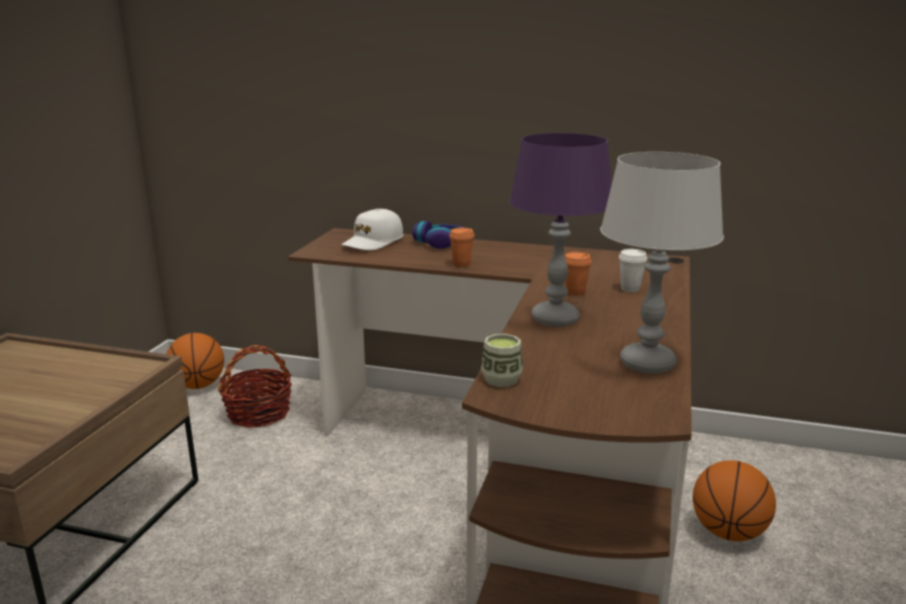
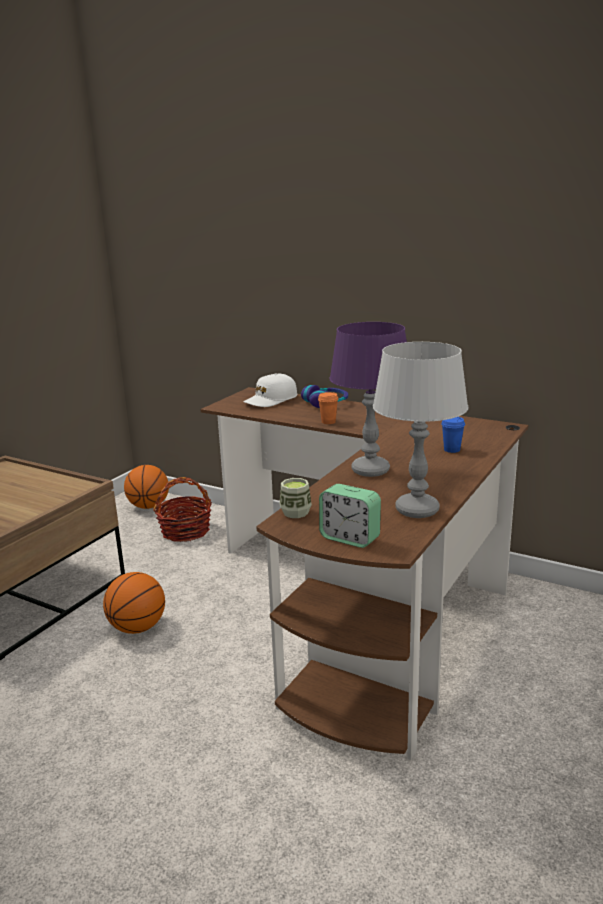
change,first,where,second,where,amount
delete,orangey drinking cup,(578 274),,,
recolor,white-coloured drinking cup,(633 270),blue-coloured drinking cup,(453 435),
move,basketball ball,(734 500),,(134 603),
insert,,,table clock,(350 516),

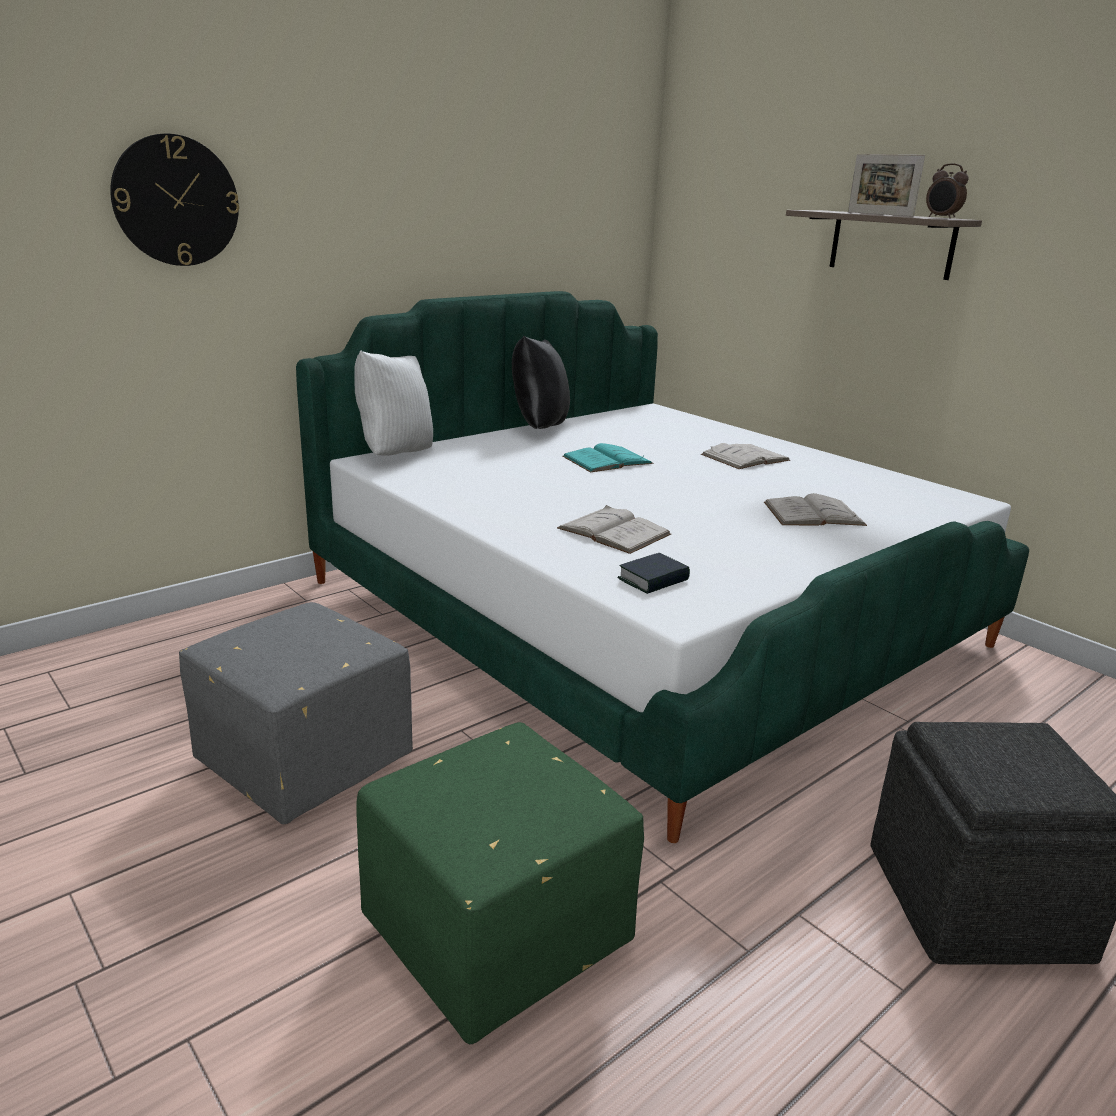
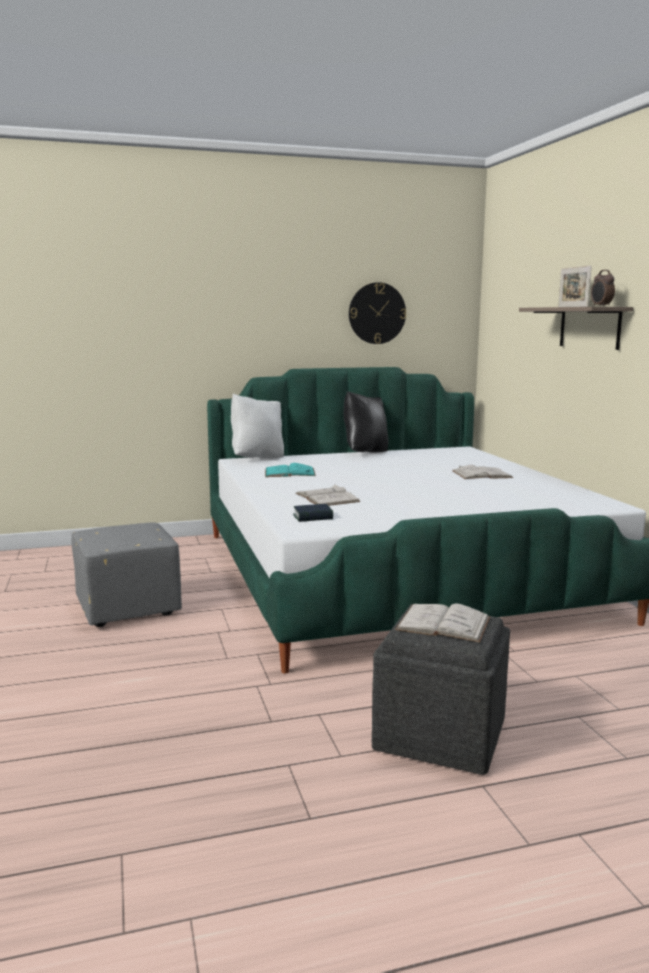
change,first,where,second,where,amount
move,hanging clock,(174 200),,(377 313),
delete,green-coloured footrest,(500 883),,,
move,blue-green bound book,(607 457),,(290 470),
move,white-coloured bound book,(815 509),,(442 623),

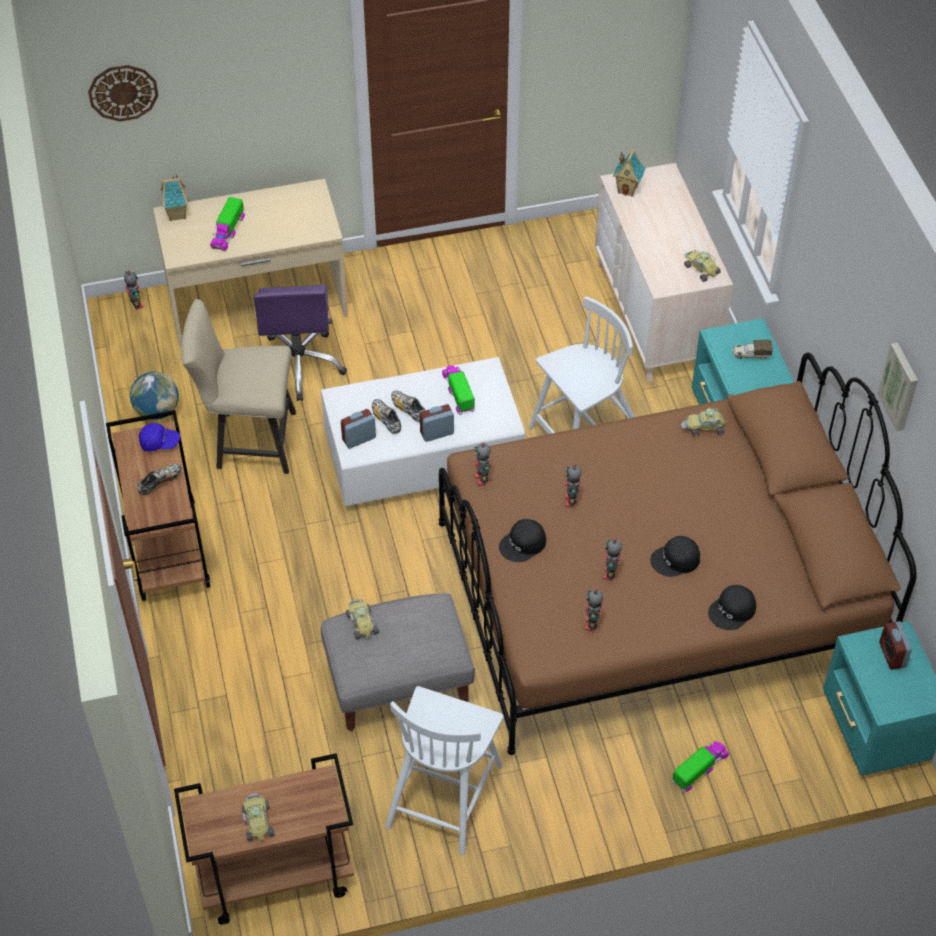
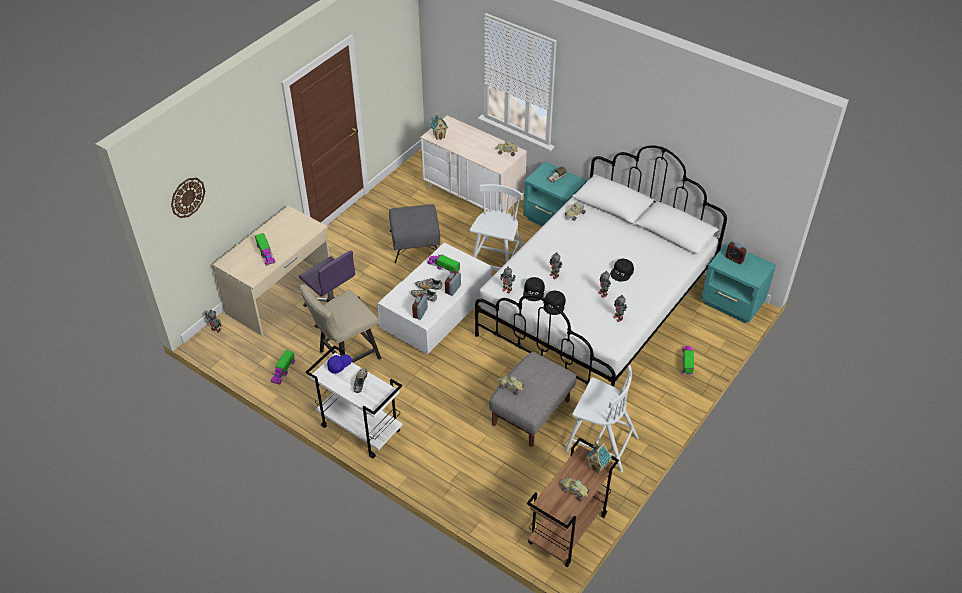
change,first,where,second,where,amount
recolor,brown-coloured wheeled cart,(158 505),white-coloured wheeled cart,(353 401),
replace,globe,(154 396),model truck,(283 367),
move,miniature house,(174 197),,(599 458),
rotate,white-coloured plain chair,(444 770),,(602 418),45 degrees counterclockwise
recolor,brown-coloured bedroom bed,(678 553),white-coloured bedroom bed,(601 266),
move,black baseball cap,(732 607),,(534 289),
delete,picture,(897 387),,,
insert,,,gray footrest,(414 233),

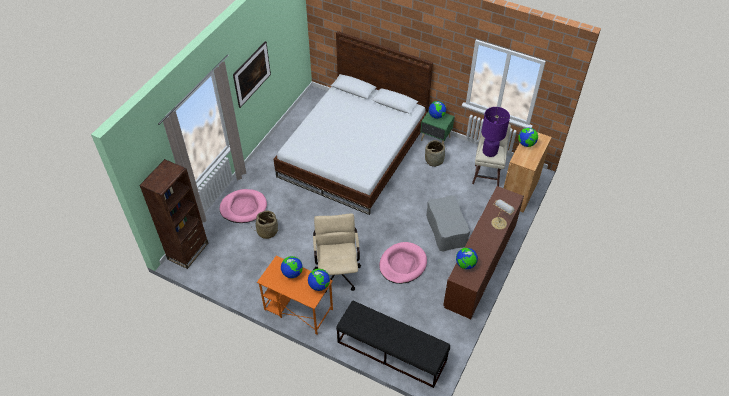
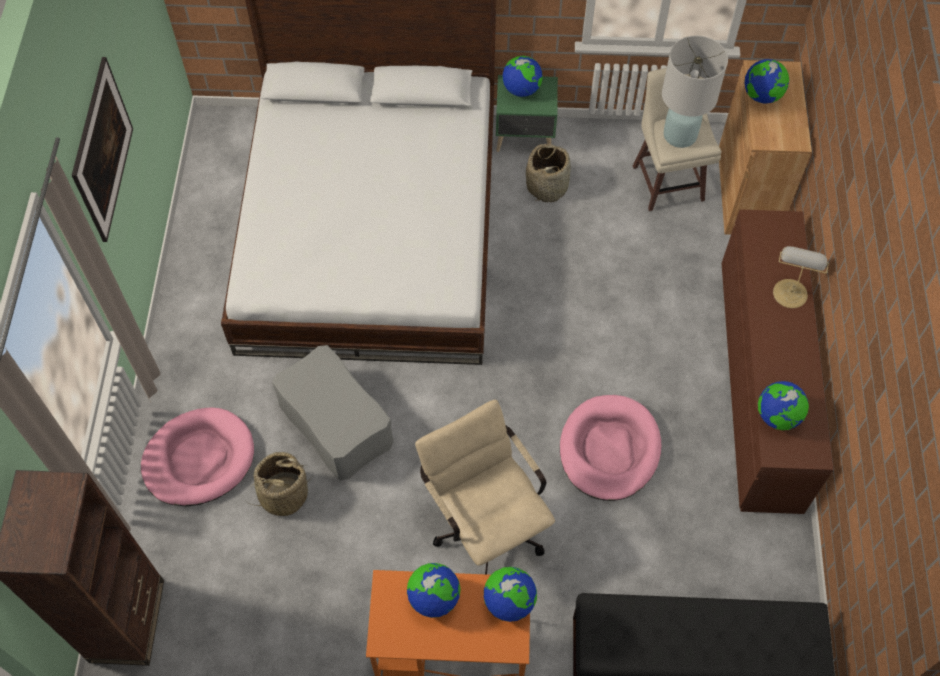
change,first,where,second,where,amount
move,gray footrest,(448 223),,(332 412),
recolor,purple-coloured lamp for a table,(495 132),white-coloured lamp for a table,(695 92),

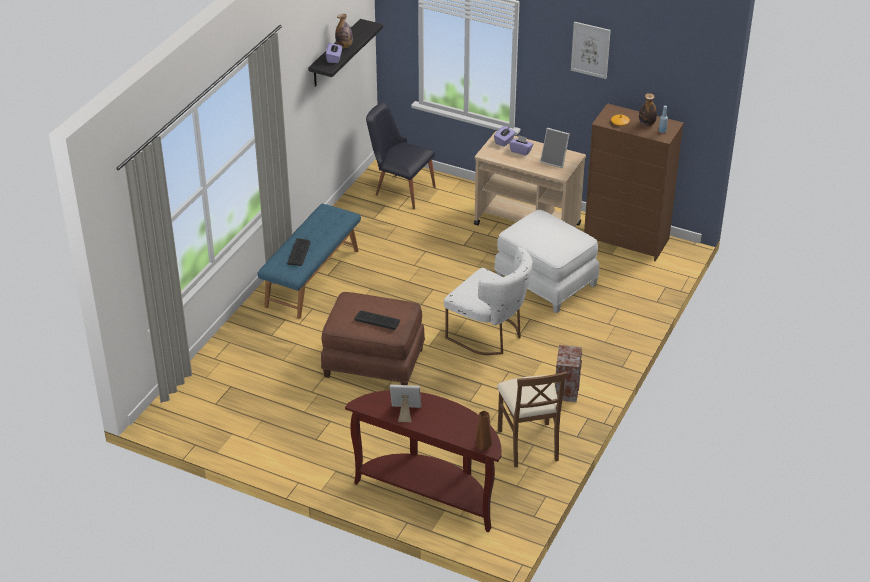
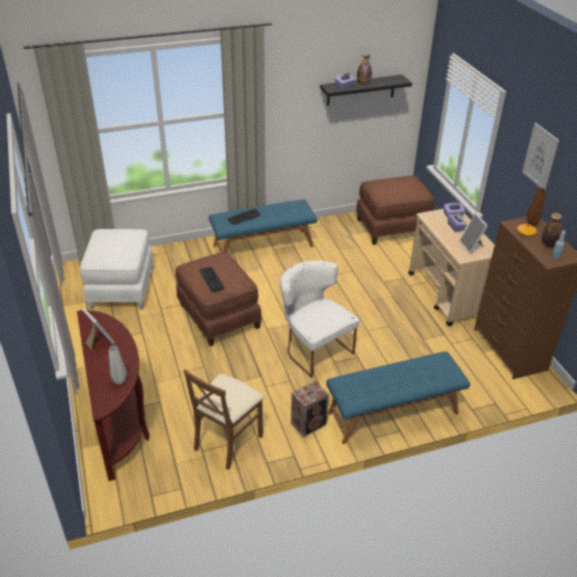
change,first,where,second,where,amount
replace,black plain chair,(401 155),brown-coloured footrest,(395 210),
rotate,white-coloured plain chair,(488 300),,(320 319),150 degrees clockwise
move,brown-coloured flower vase,(483 430),,(536 206),
move,white-coloured footrest,(546 261),,(117 269),
insert,,,gray flower vase,(118 365),
insert,,,blue-coloured long seat,(398 397),

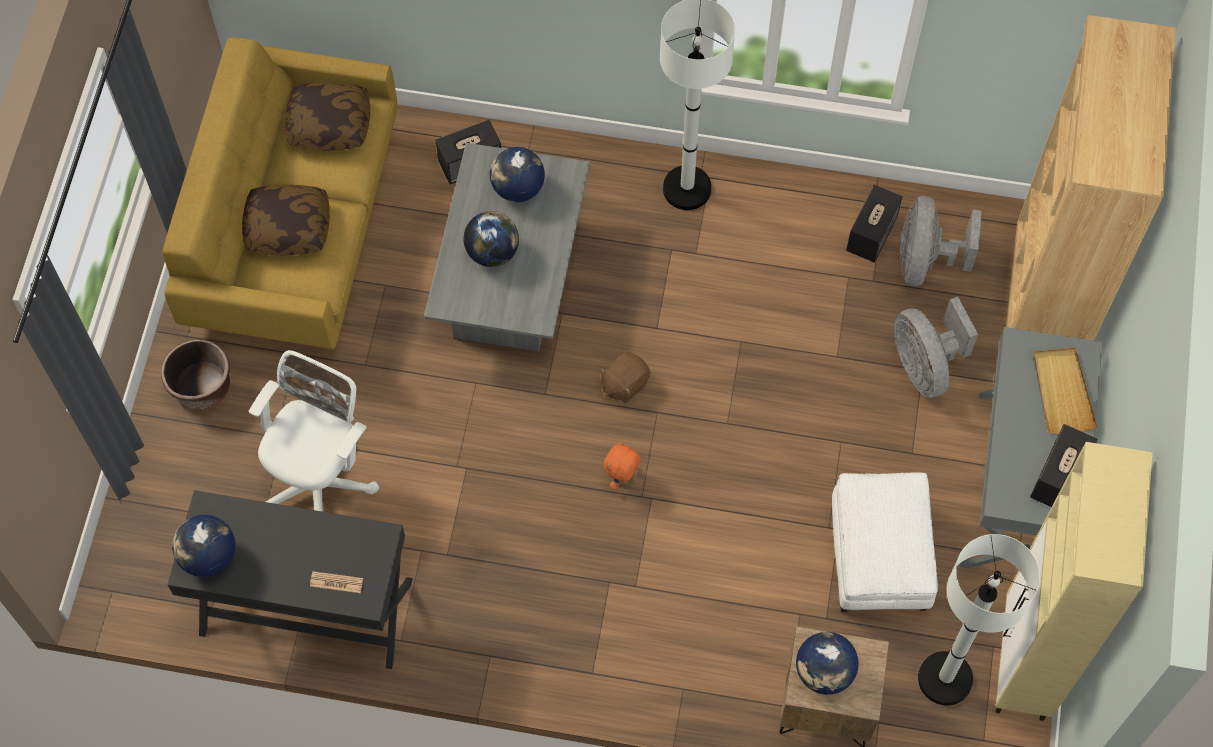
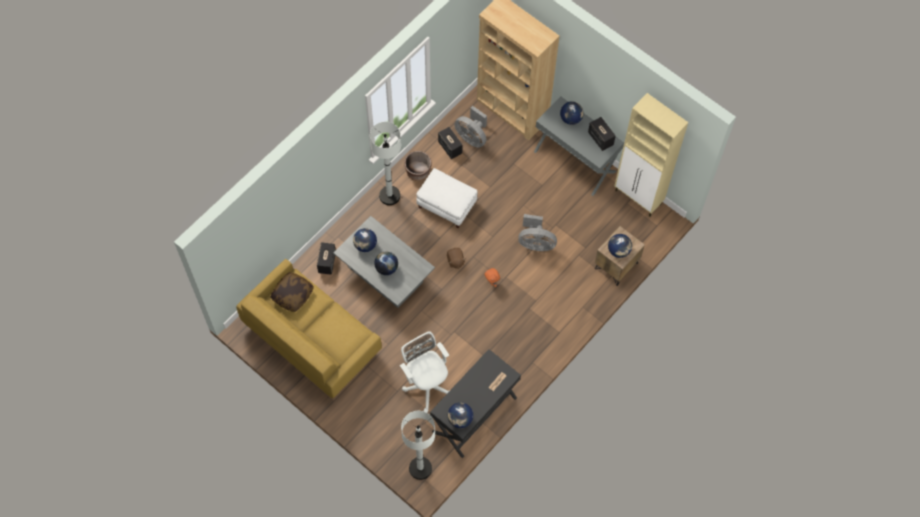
change,first,where,second,where,amount
move,brown-coloured plant pot,(195 374),,(418 166),
delete,throw pillow,(286 220),,,
move,white-coloured footrest,(885 542),,(446 198),
move,gray fan,(936 347),,(537 232),
move,white-coloured floor lamp,(979 619),,(418 445),
replace,beige carrying tray,(1065 391),globe,(572 113),

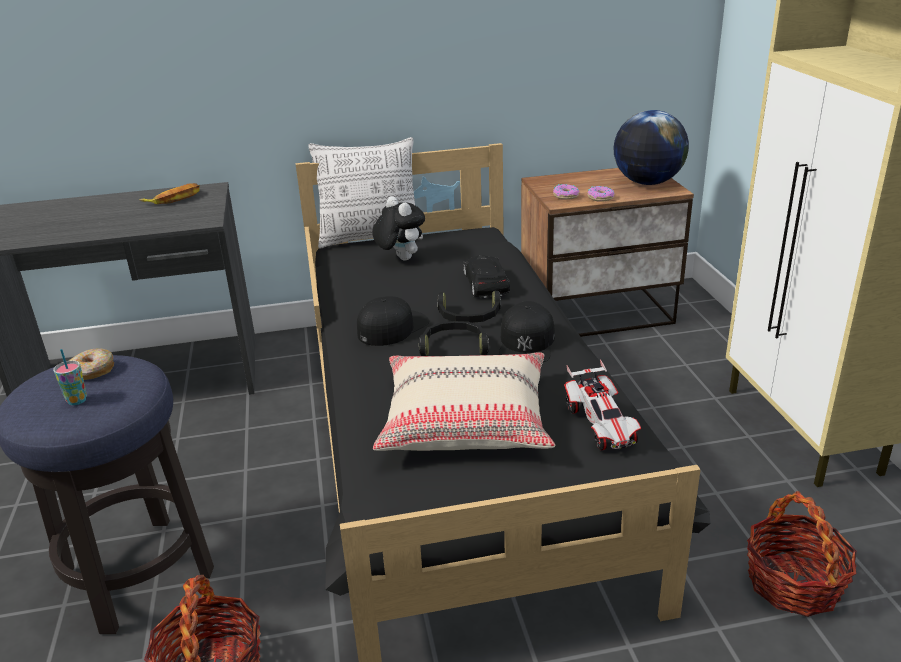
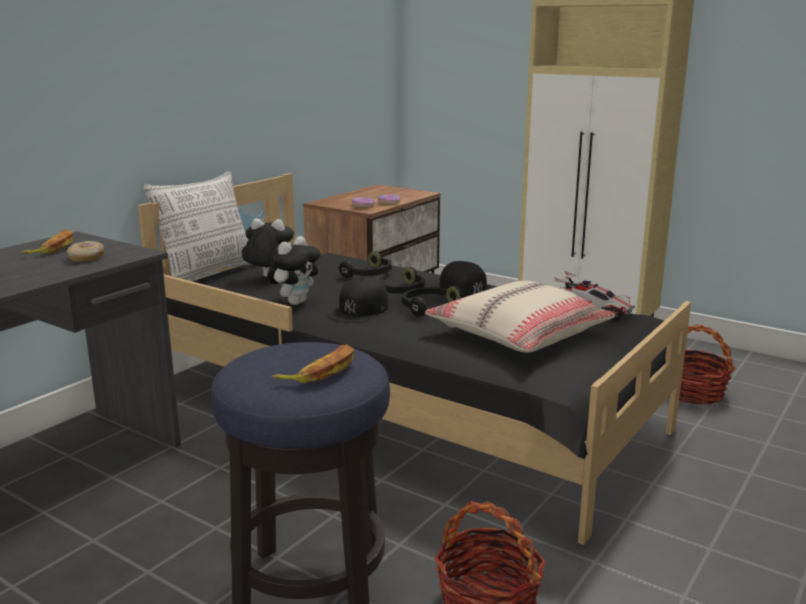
change,first,where,second,where,amount
replace,drinking cup,(70 377),whole banana,(312 363),
move,doughnut,(91 364),,(85 251),
rotate,black baseball cap,(393 321),,(357 299),150 degrees counterclockwise
replace,black toy car,(486 276),black headphones,(365 264),
delete,globe,(651 147),,,
insert,,,plush toy,(294 270),

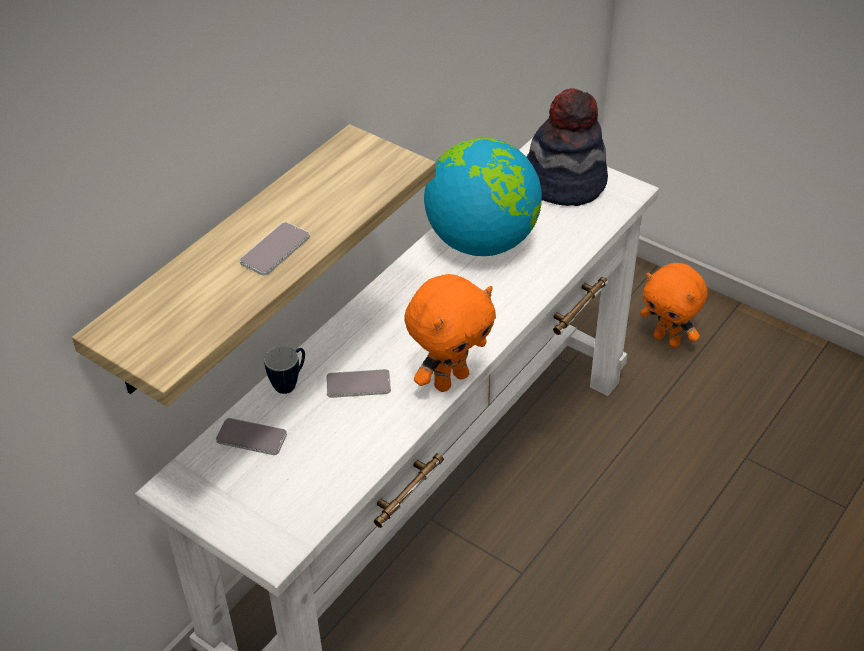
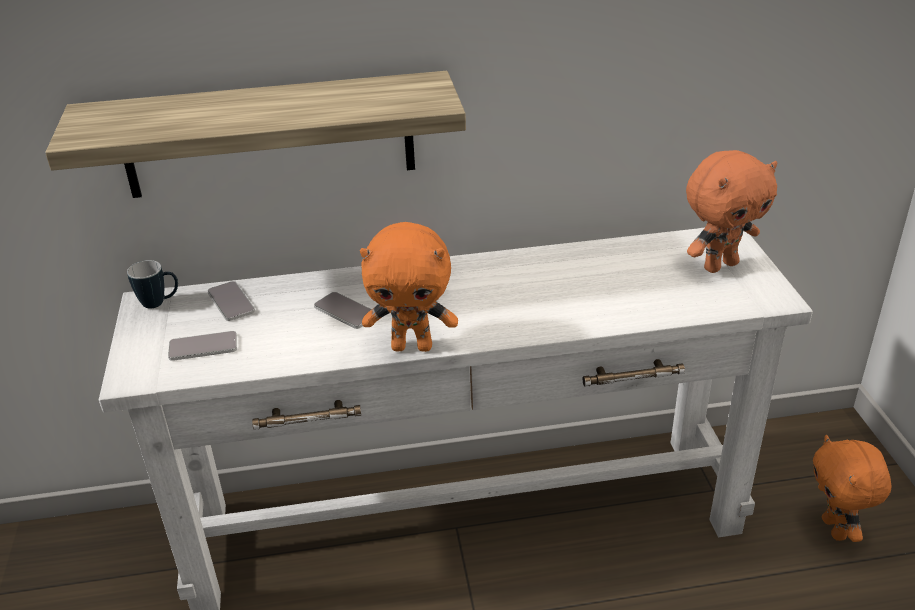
change,first,where,second,where,amount
move,telephone,(275 248),,(202 346),
move,mug,(284 370),,(152 284),
delete,globe,(483 197),,,
replace,clothing hat,(567 147),orangey plush toy,(731 211),

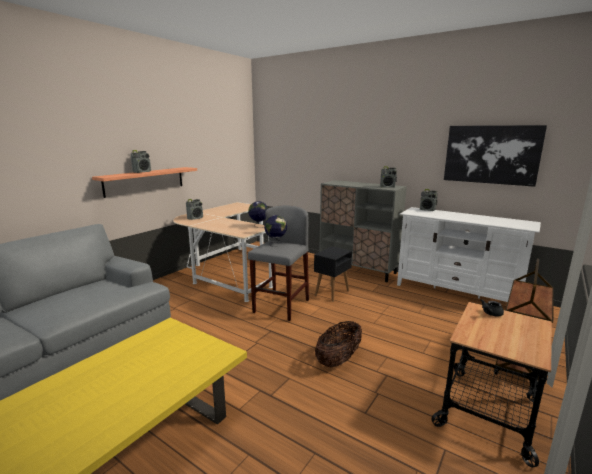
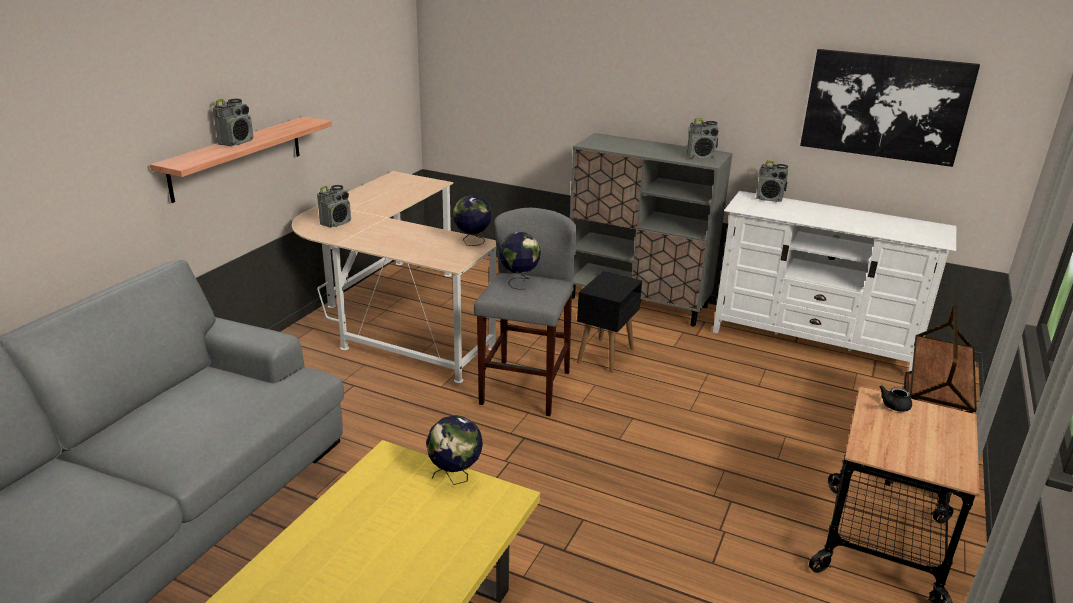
change,first,where,second,where,amount
delete,basket,(338 344),,,
insert,,,globe,(454 450),

